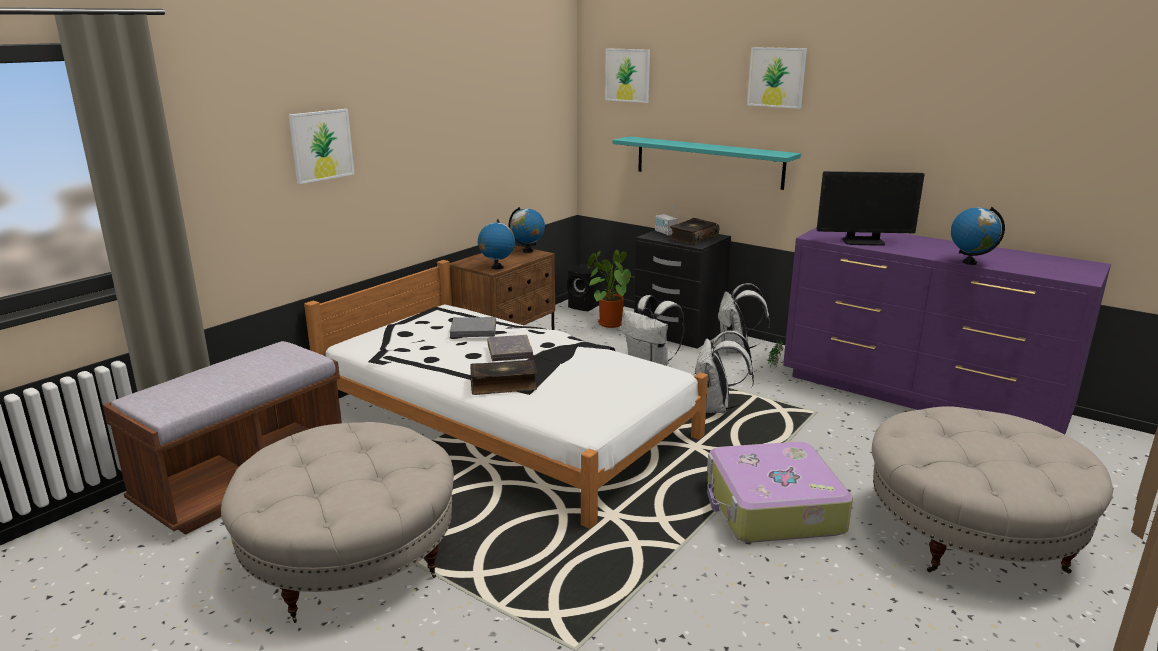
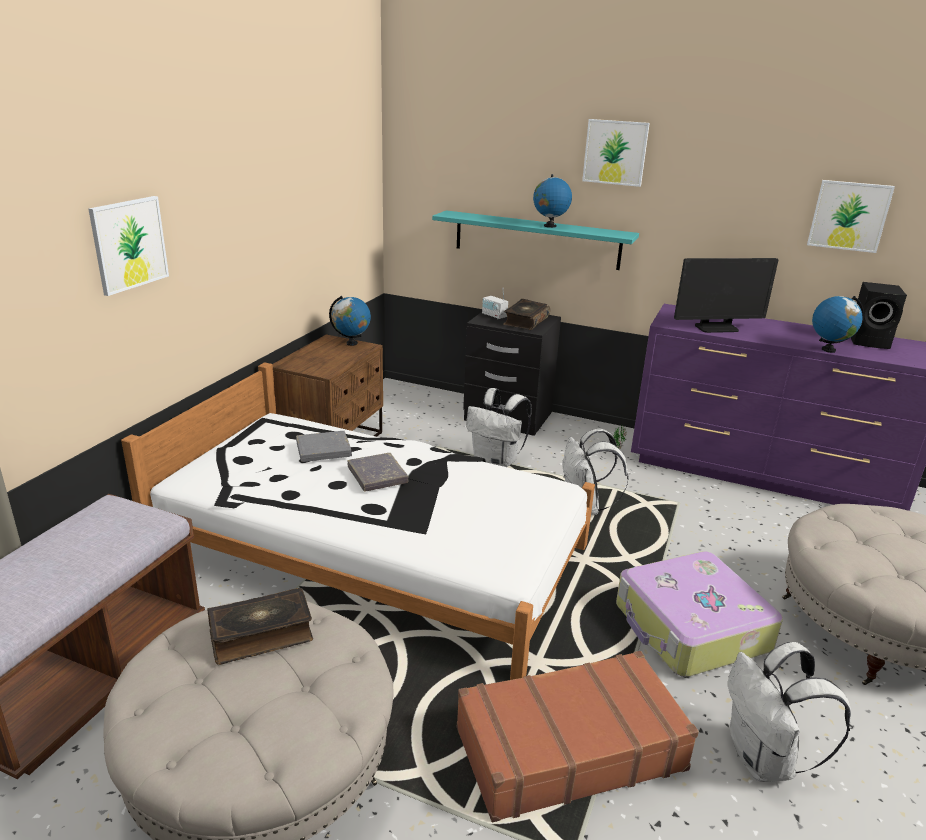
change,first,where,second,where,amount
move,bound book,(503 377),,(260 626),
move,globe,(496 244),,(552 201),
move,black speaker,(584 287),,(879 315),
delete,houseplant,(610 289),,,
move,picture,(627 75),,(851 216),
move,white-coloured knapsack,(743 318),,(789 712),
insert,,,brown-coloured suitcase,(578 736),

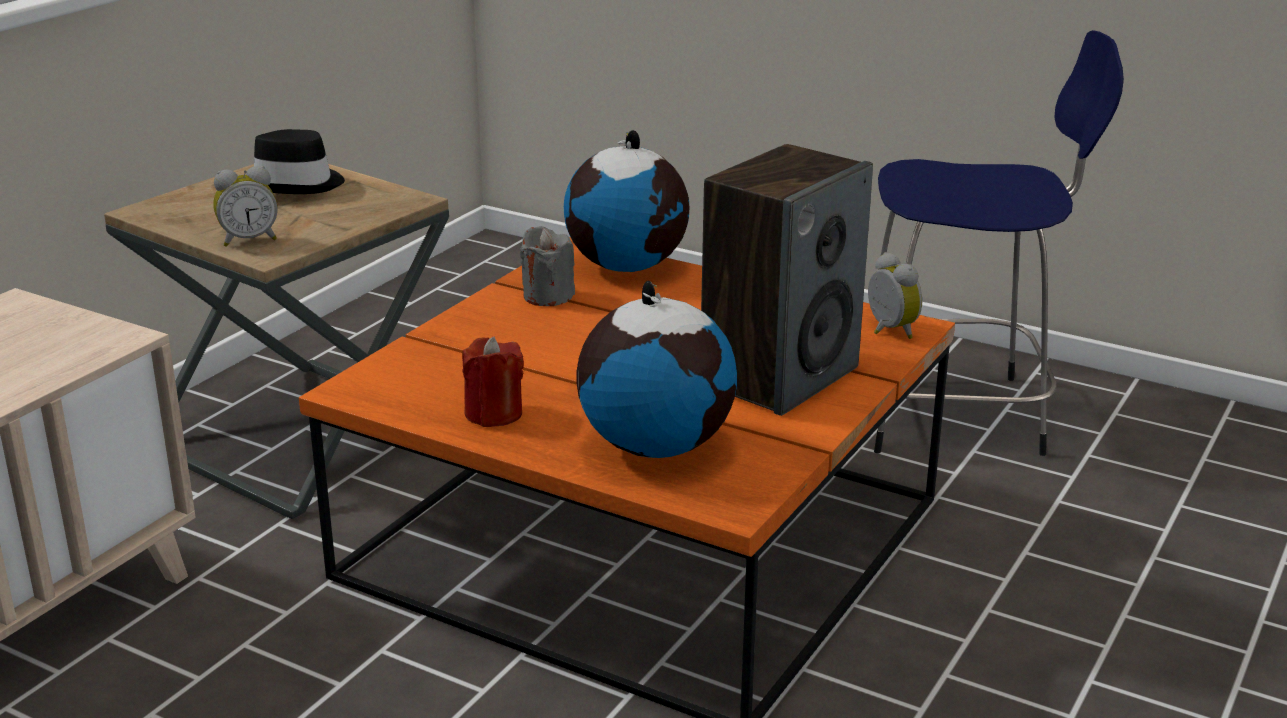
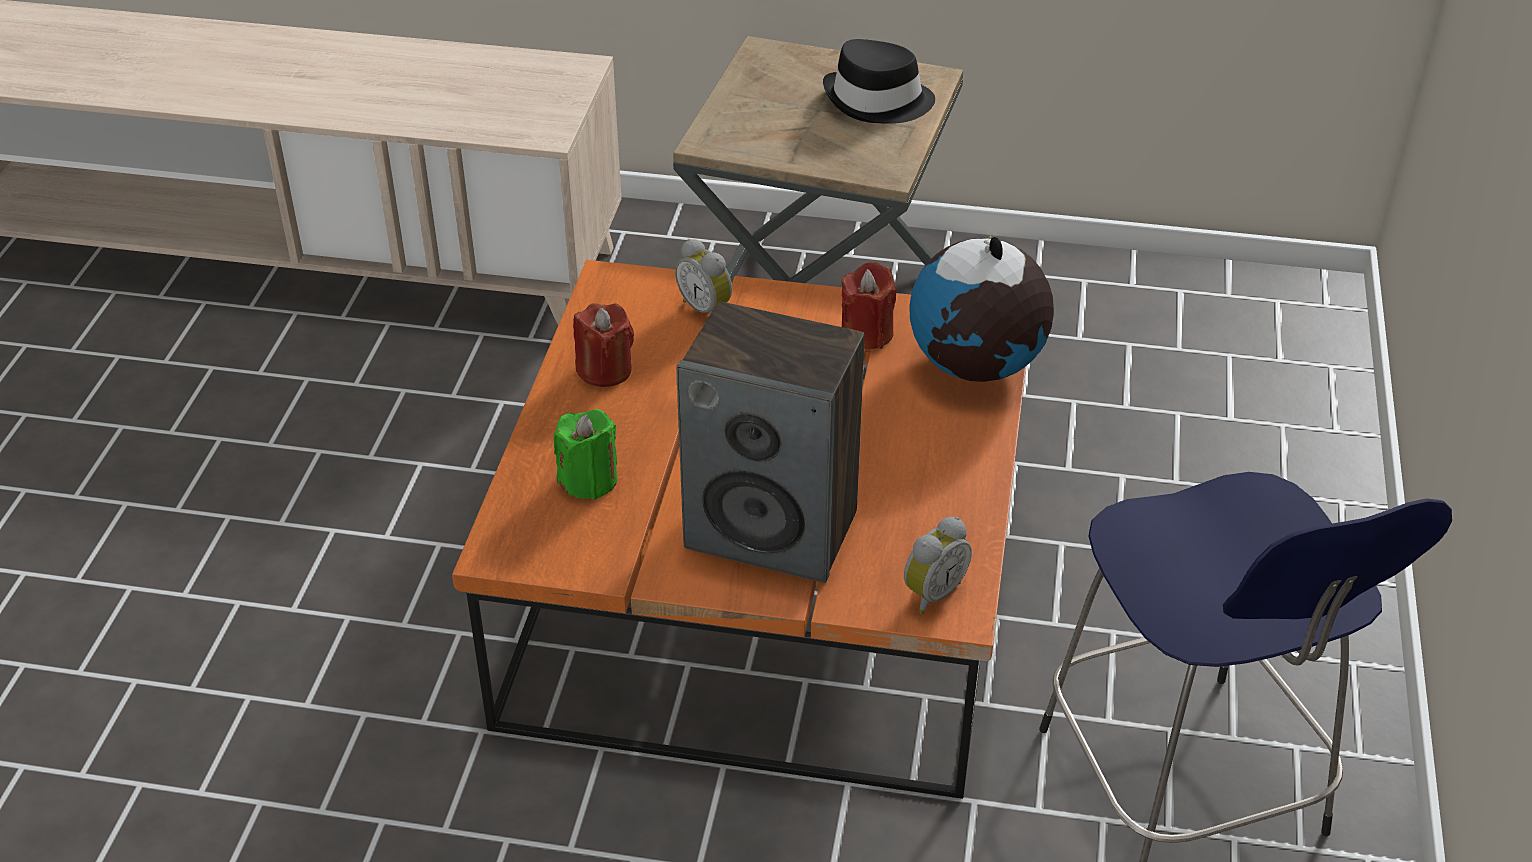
change,first,where,second,where,amount
move,table clock,(245 206),,(703 276),
recolor,gray wax light,(547 266),red-coloured wax light,(868 305),
replace,globe,(657 369),green-coloured wax light,(585 454),

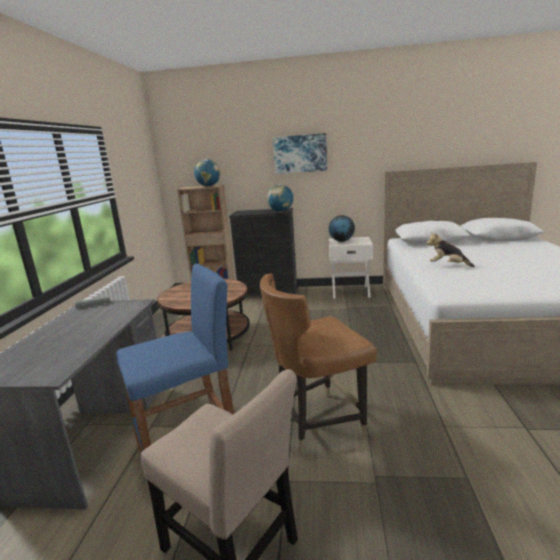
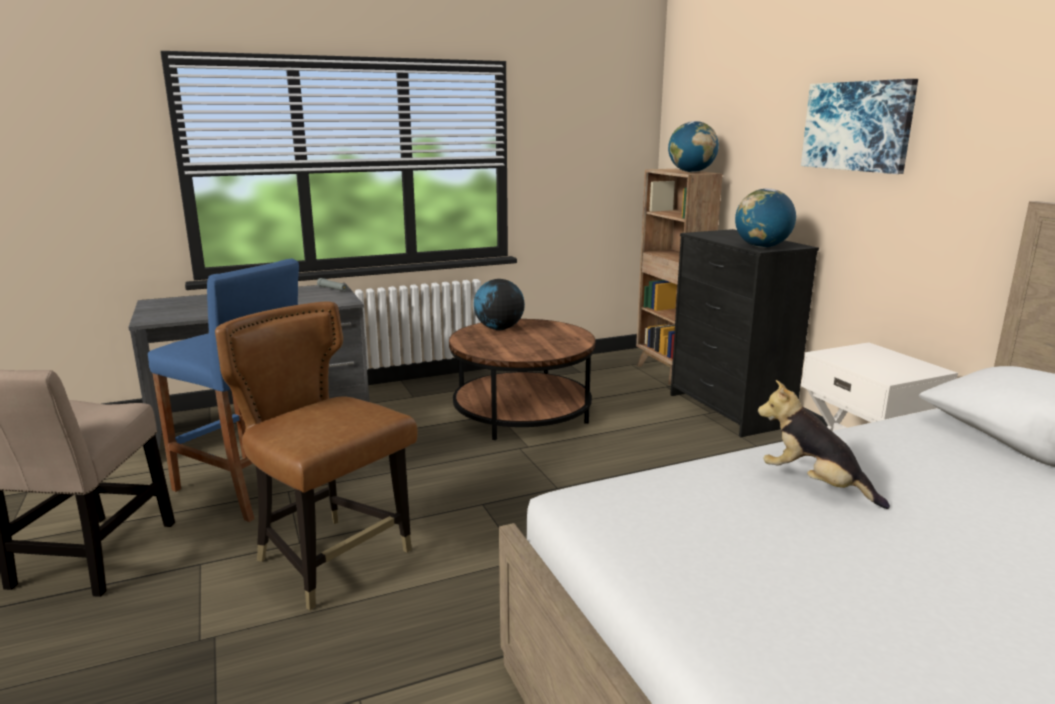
change,first,where,second,where,amount
move,globe,(342 228),,(499 305),
rotate,plush toy,(450 249),,(824 444),45 degrees counterclockwise

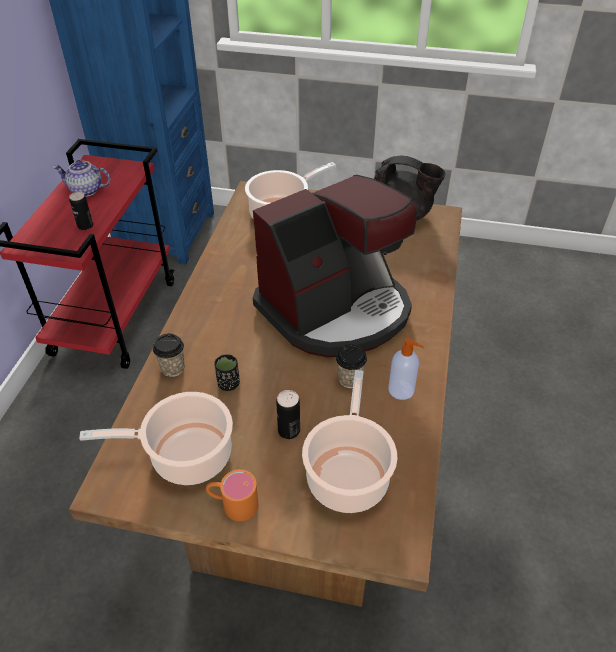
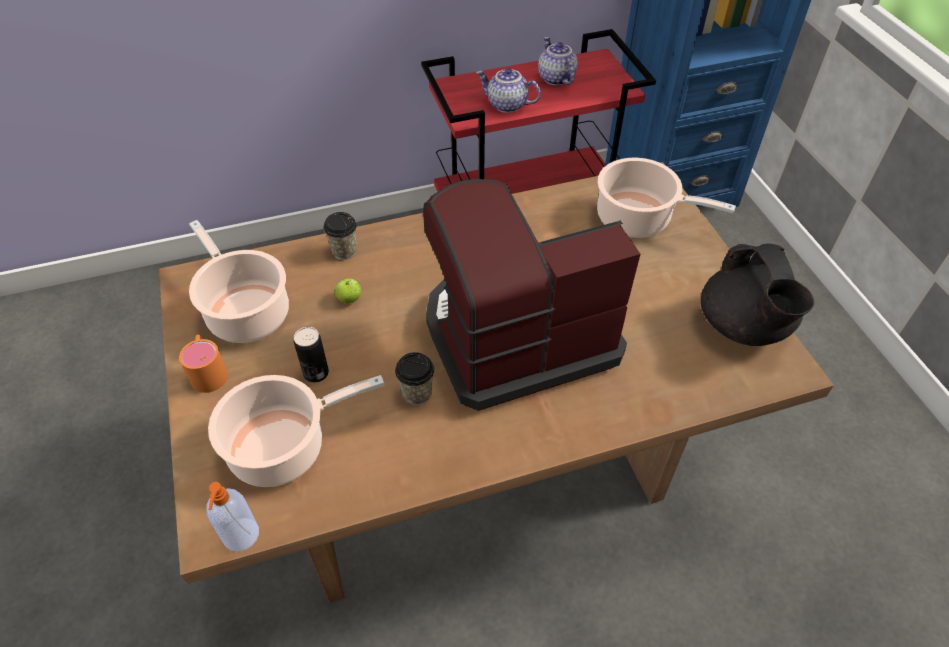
change,first,where,second,where,amount
replace,sealed can,(81 211),teapot,(508 90),
replace,black drinking cup,(227 372),apple,(348 290),
rotate,coffee machine,(335 266),,(531 295),135 degrees clockwise
move,soap dispenser,(406 369),,(232 517),

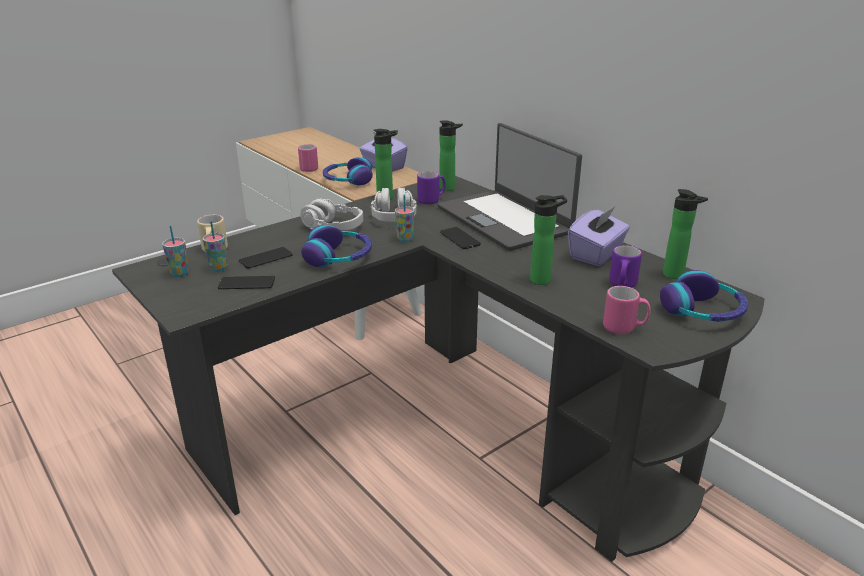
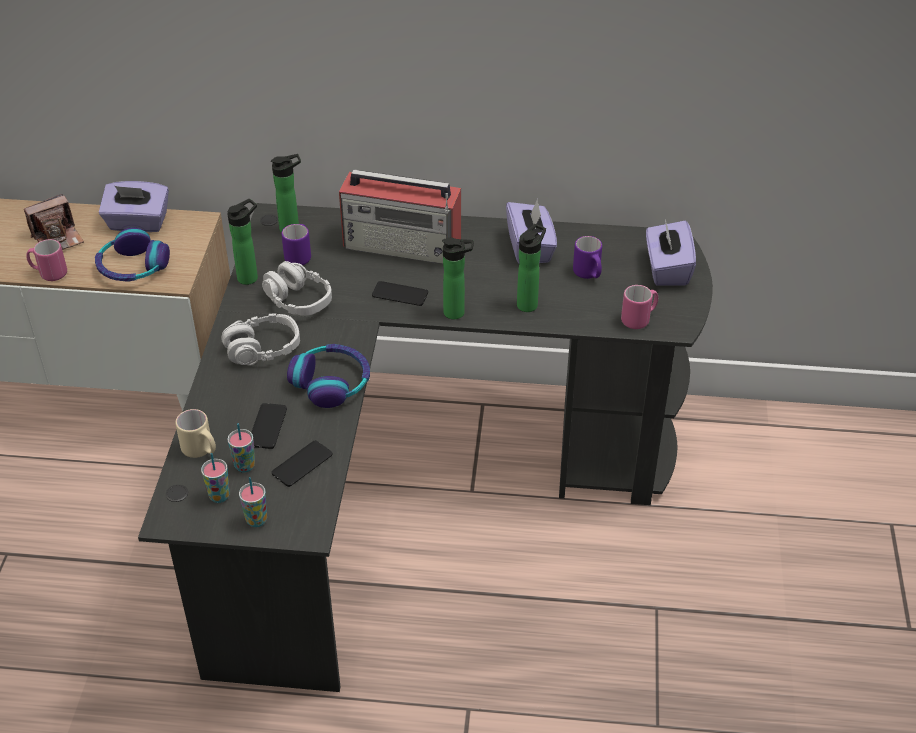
change,first,where,second,where,amount
move,drinking cup,(404 218),,(253 502),
replace,portable computer,(510 187),radio,(400 216),
replace,headphones,(704 296),purple-coloured box of tissues,(671 252),
move,bottle,(685 234),,(458 278),
insert,,,photo camera,(54 222),

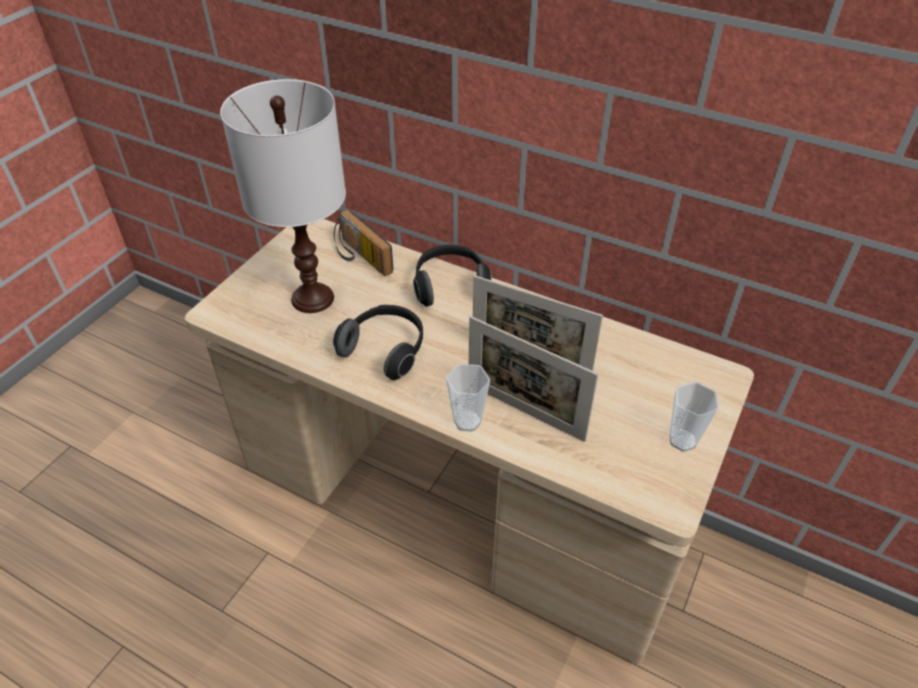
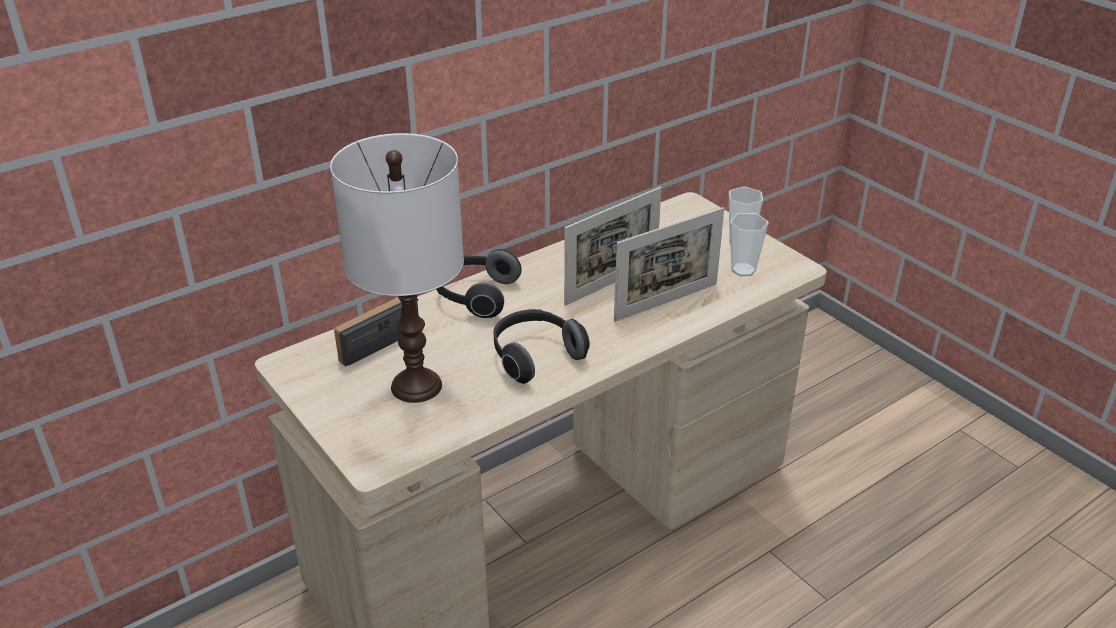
change,first,where,second,where,amount
rotate,radio,(363 242),,(376 331),150 degrees clockwise
move,drinking cup,(468 398),,(749 244),

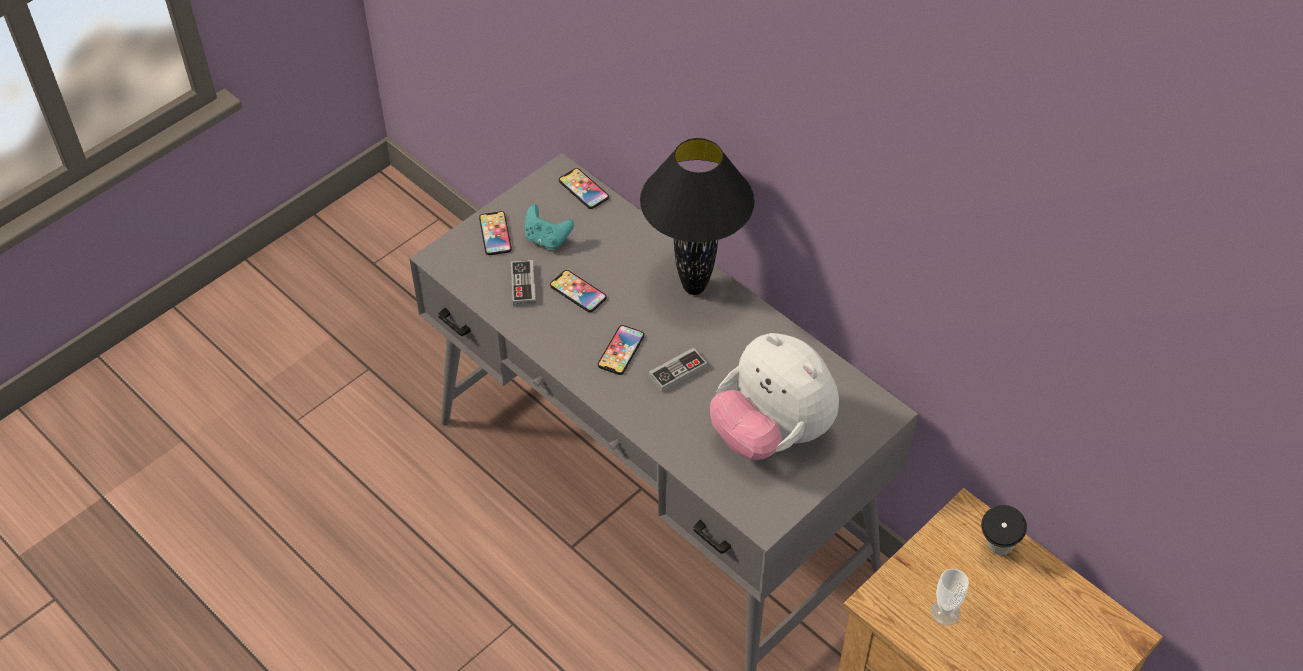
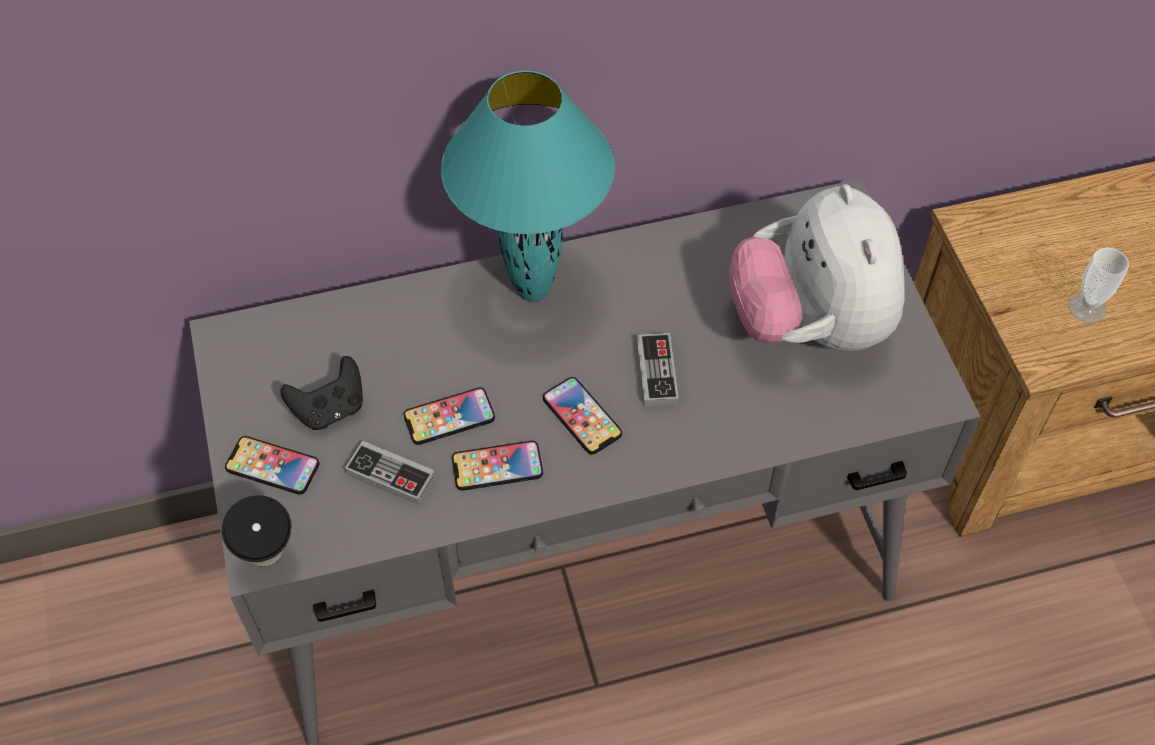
change,first,where,second,where,amount
recolor,blue-green joypad,(549 227),black joypad,(322 393),
move,telephone,(584 188),,(497 466),
recolor,black lamp for a table,(697 216),blue-green lamp for a table,(528 186),
rotate,plush toy,(774 396),,(816 267),90 degrees clockwise
move,drinking cup,(1004 530),,(257 531),

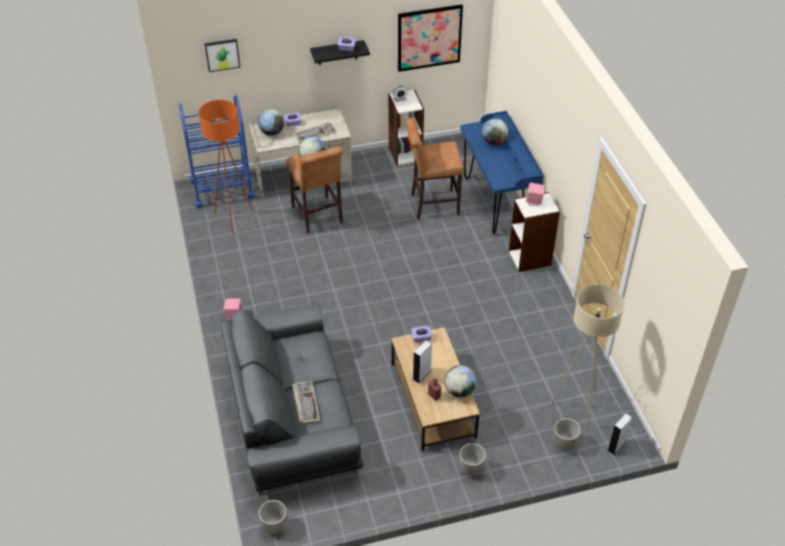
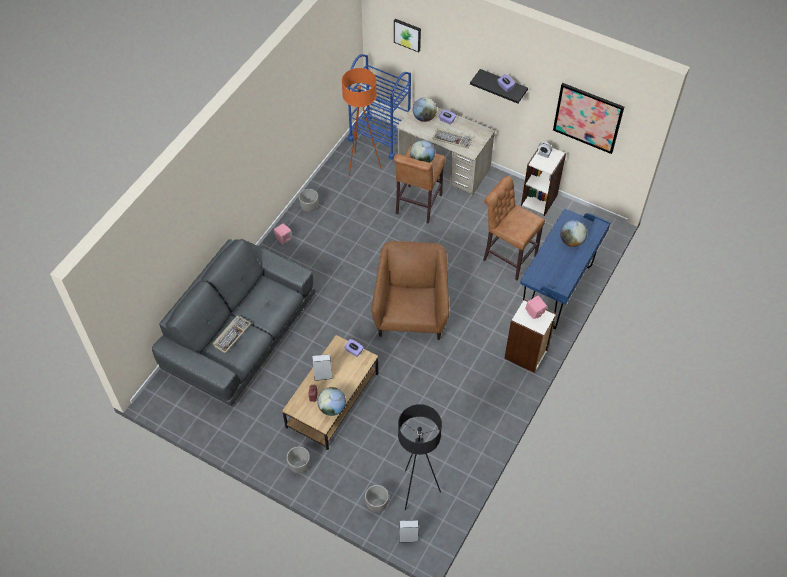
change,first,where,second,where,amount
move,plant pot,(272 517),,(308 200),
recolor,beige floor lamp,(588 356),black floor lamp,(420 457),
insert,,,brown-coloured easy chair,(410 290),

